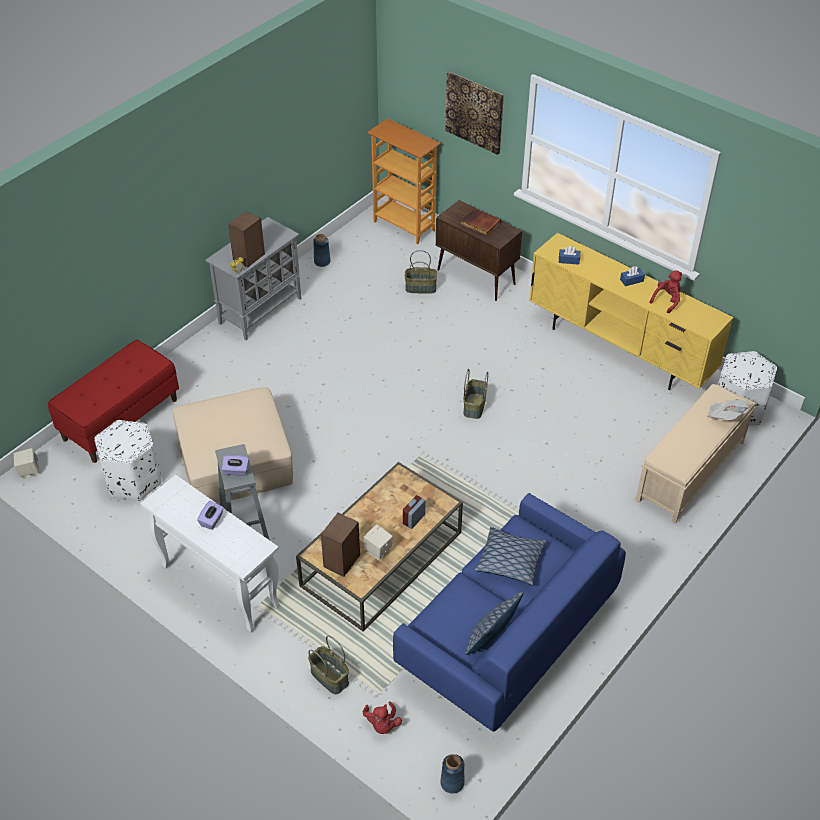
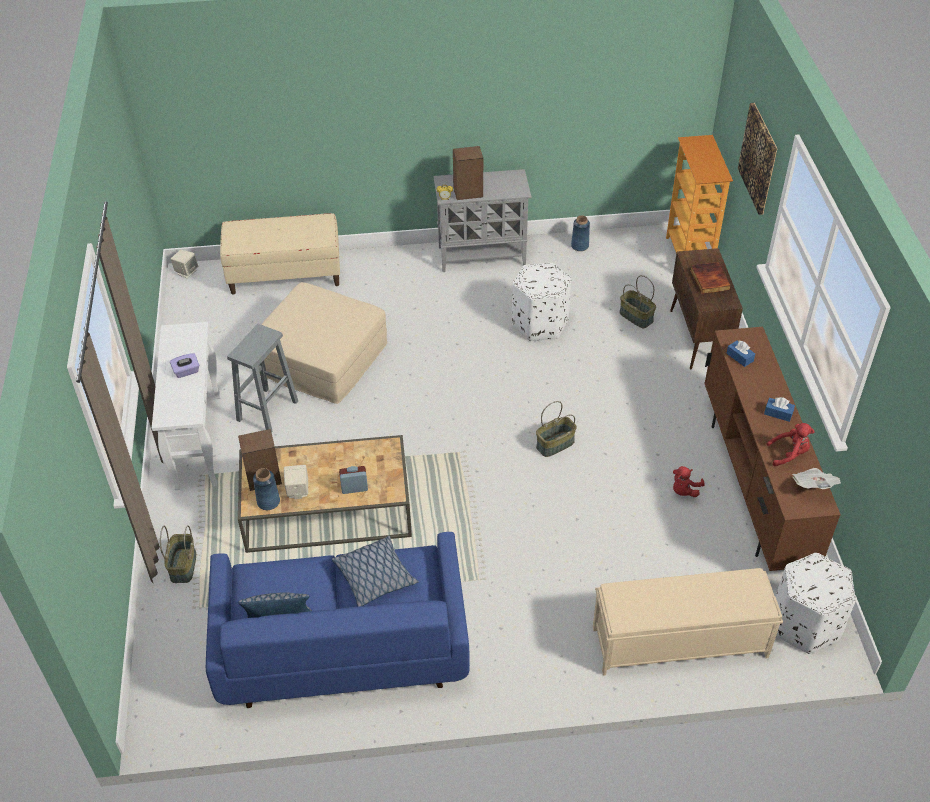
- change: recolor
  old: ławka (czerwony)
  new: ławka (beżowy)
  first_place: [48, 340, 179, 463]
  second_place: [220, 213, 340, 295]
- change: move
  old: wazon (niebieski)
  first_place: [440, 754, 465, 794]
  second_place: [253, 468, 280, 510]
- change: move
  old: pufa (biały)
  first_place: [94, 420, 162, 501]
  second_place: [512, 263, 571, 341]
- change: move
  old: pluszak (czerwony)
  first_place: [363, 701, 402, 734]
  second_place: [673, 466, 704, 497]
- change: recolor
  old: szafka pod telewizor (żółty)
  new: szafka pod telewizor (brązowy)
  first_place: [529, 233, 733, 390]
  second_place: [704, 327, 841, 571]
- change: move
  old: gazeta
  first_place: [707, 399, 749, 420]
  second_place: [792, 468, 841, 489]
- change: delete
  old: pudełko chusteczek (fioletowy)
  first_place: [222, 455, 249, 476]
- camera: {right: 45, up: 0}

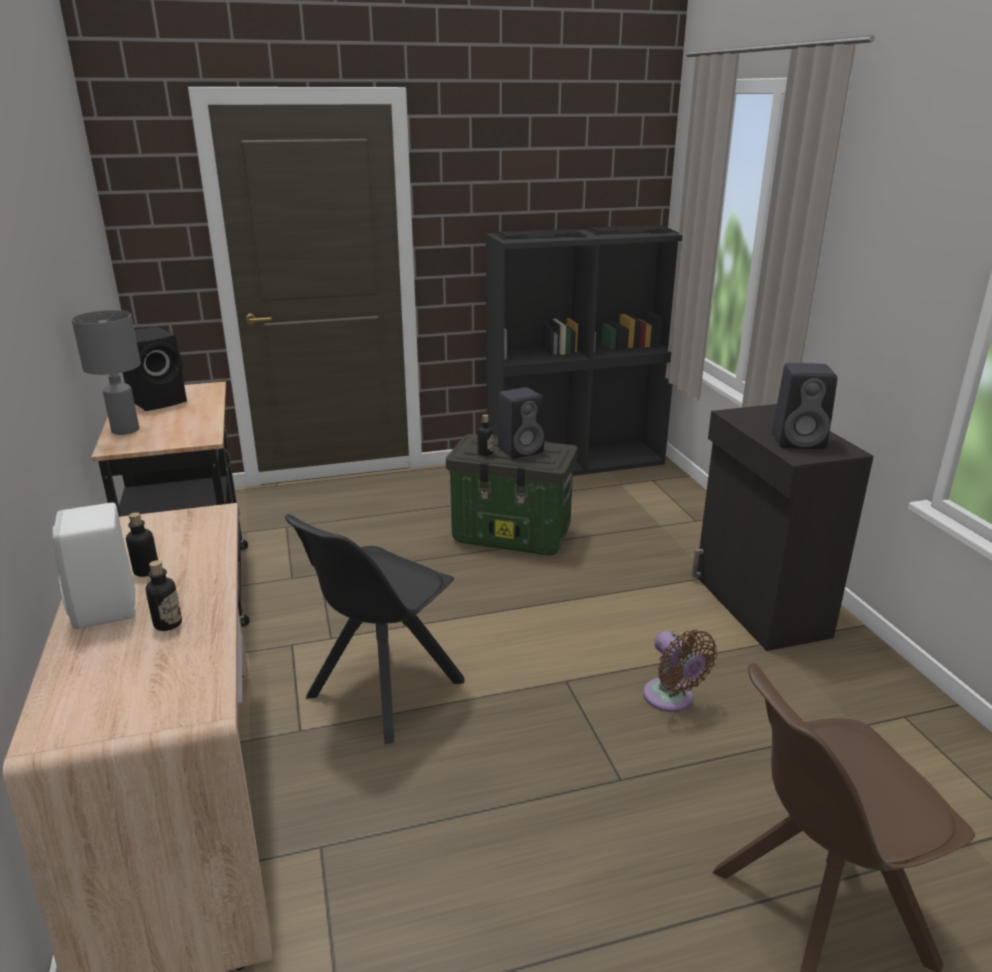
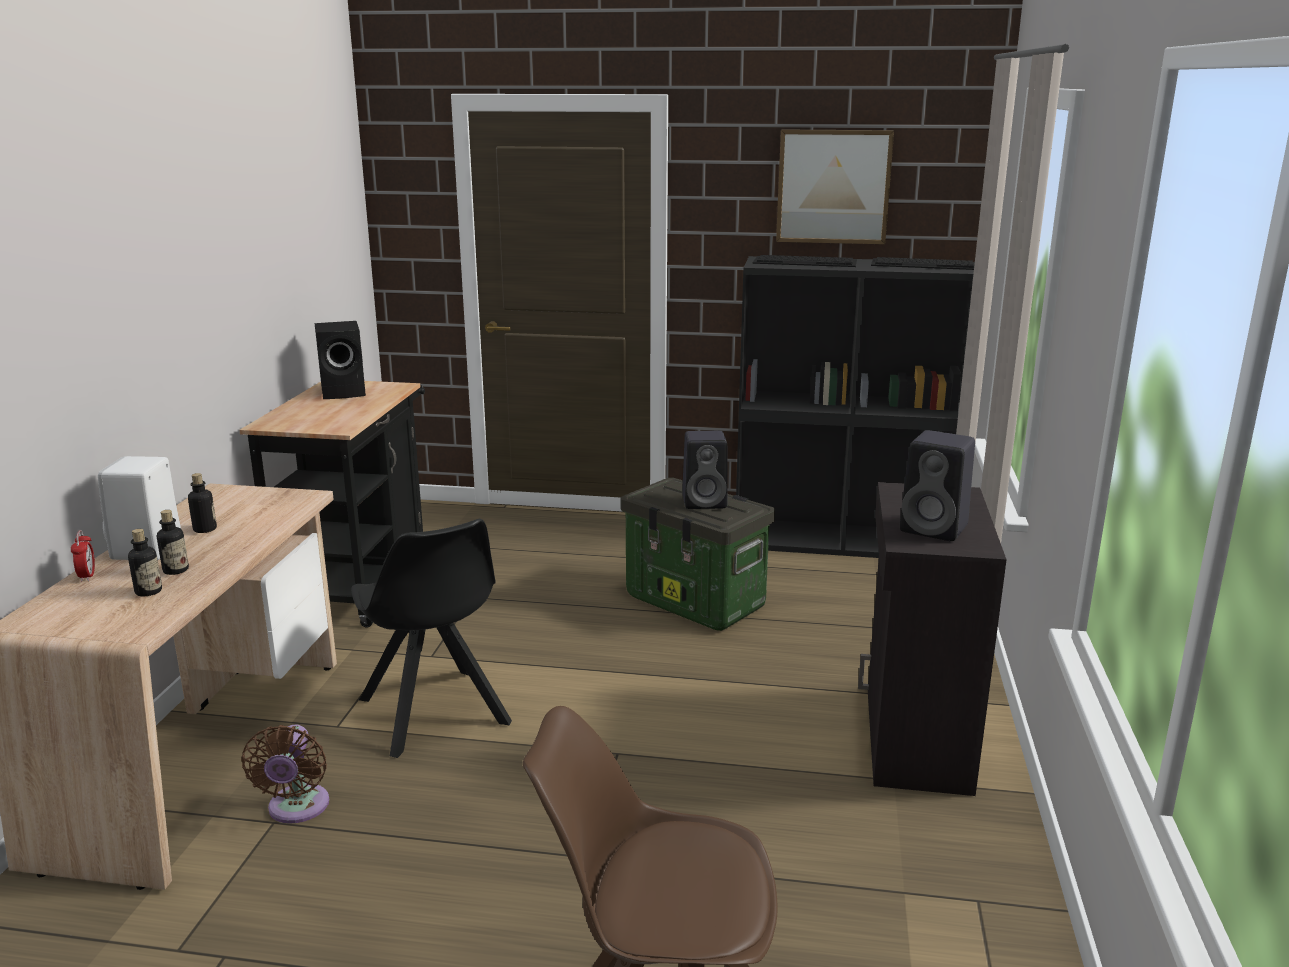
- change: insert
  new: budzik
  second_place: [71, 530, 95, 582]
- change: move
  old: butelka
  first_place: [478, 414, 493, 456]
  second_place: [128, 529, 162, 596]
- change: move
  old: wentylator (brązowy)
  first_place: [643, 630, 717, 712]
  second_place: [241, 725, 329, 823]
- change: rotate
  old: krzesło (czarny)
  first_place: [285, 514, 464, 744]
  second_place: [351, 519, 512, 758]
  degrees: -90
- change: insert
  new: obraz
  second_place: [776, 129, 894, 244]
- change: delete
  old: lampa stołowa (szary)
  first_place: [72, 310, 141, 435]
- camera: {right: 25, up: -5}

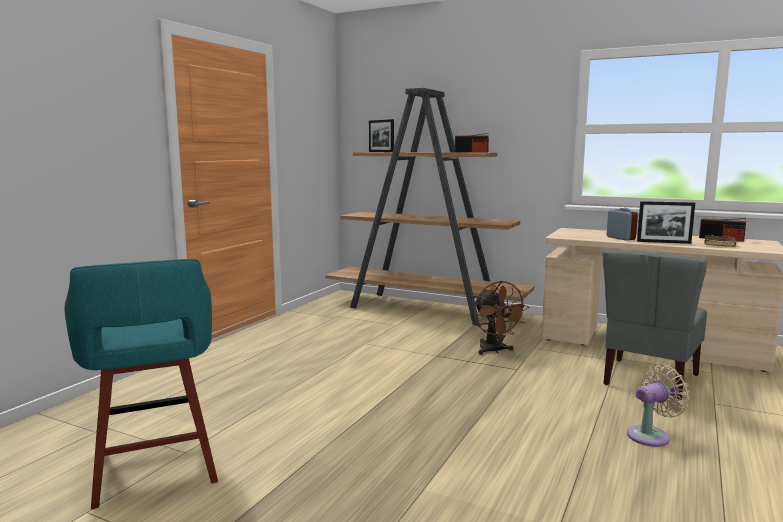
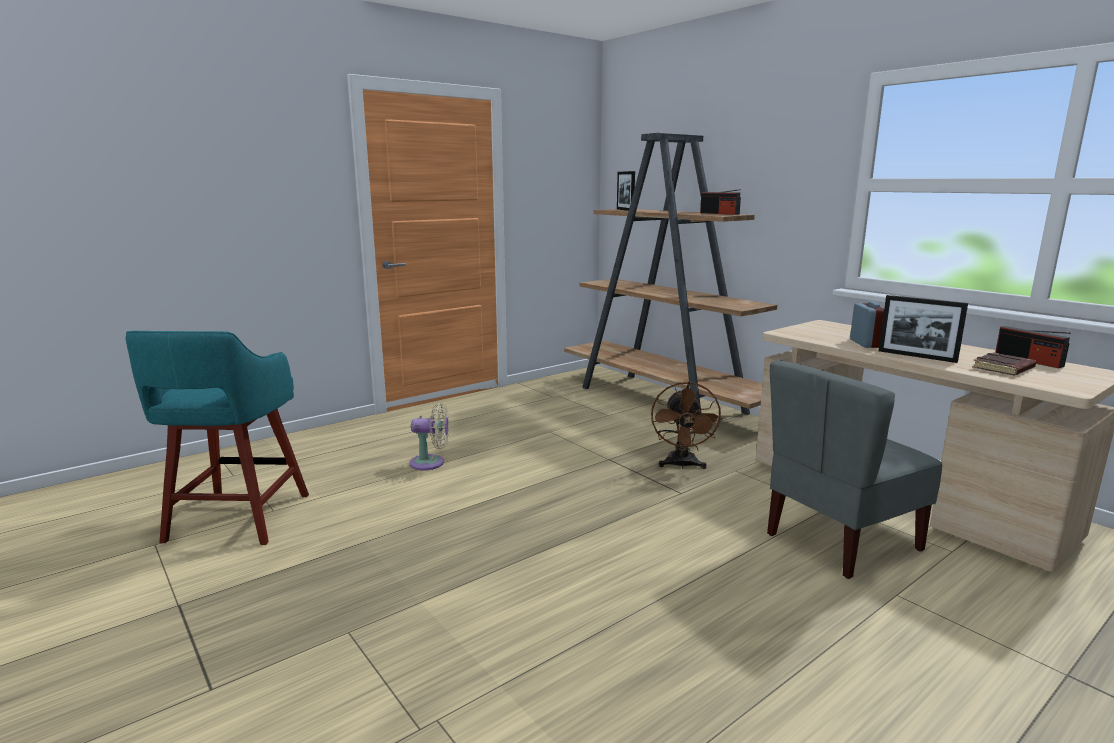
- change: move
  old: wentylator (beżowy)
  first_place: [627, 364, 690, 447]
  second_place: [410, 403, 449, 470]
- camera: {right: 25, up: 5}

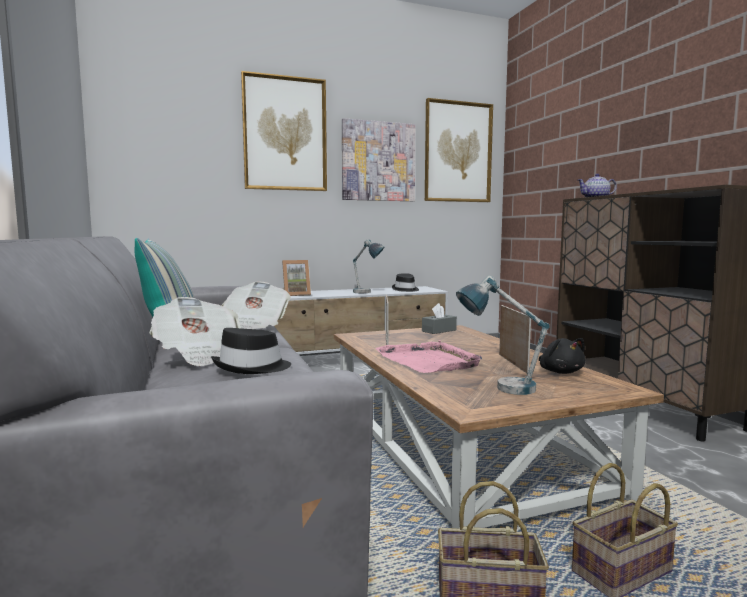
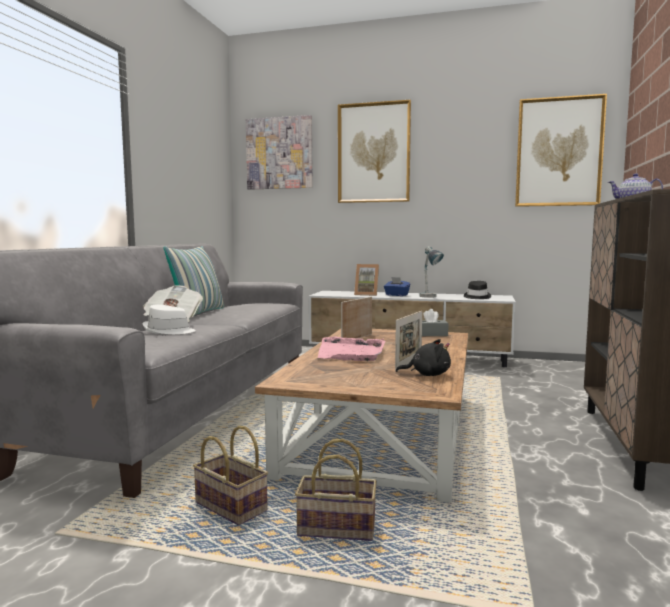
- change: recolor
  old: kapelusz (czarny)
  new: kapelusz (biały)
  first_place: [211, 328, 291, 374]
  second_place: [143, 304, 196, 334]
- change: move
  old: obraz
  first_place: [342, 118, 416, 201]
  second_place: [246, 115, 313, 190]
- change: insert
  new: pudełko chusteczek (niebieski)
  second_place: [384, 277, 410, 296]
- change: rotate
  old: pluszak (czarny)
  first_place: [539, 338, 586, 374]
  second_place: [396, 339, 451, 376]
  degrees: -105
- change: delete
  old: gazeta
  first_place: [222, 281, 291, 329]
- change: delete
  old: lampa stołowa
  first_place: [456, 275, 550, 395]
- camera: {right: 35, up: 0}

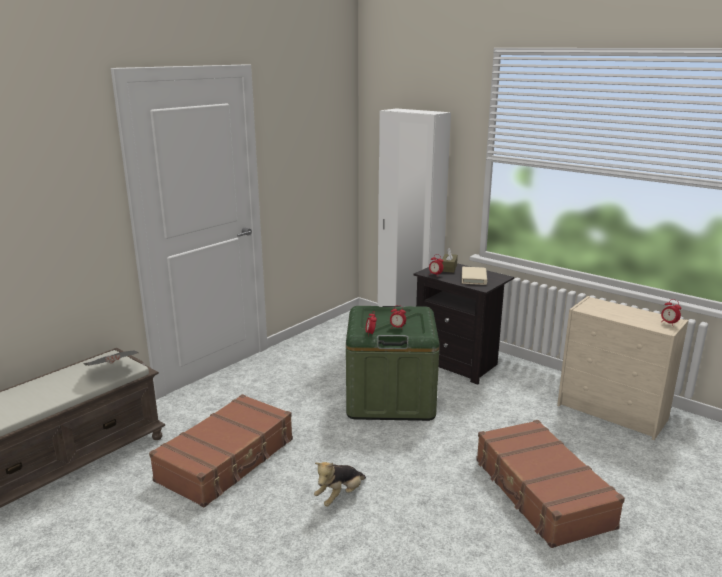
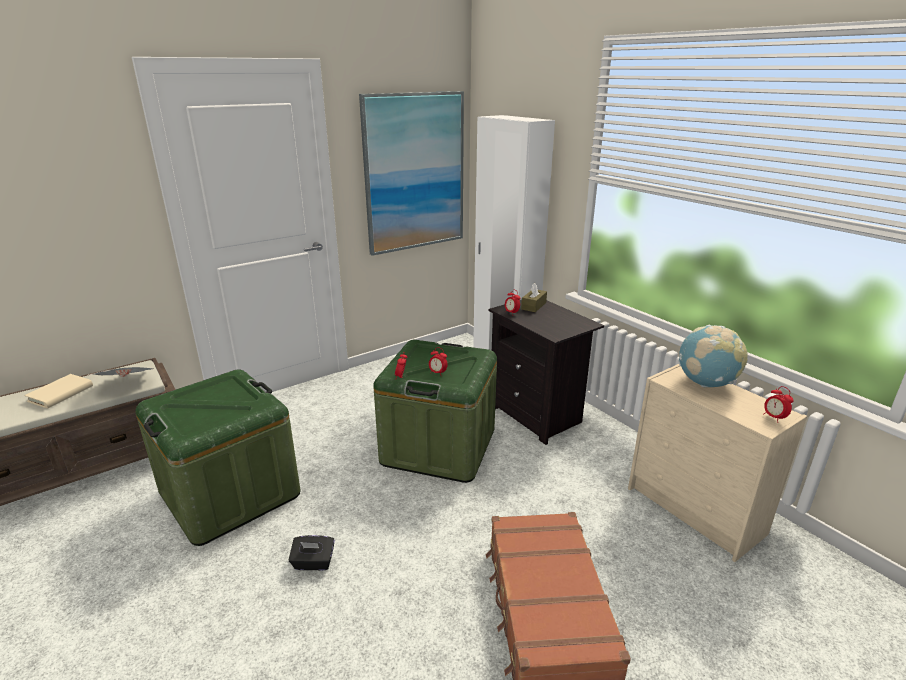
- change: move
  old: książka (beżowy)
  first_place: [462, 267, 487, 285]
  second_place: [24, 374, 93, 409]
- change: replace
  old: walizka (brązowy)
  new: pojemnik do przechowywania (zielony)
  first_place: [149, 394, 293, 507]
  second_place: [135, 369, 300, 546]
- change: replace
  old: pluszak
  new: pudełko chusteczek (czarny)
  first_place: [314, 462, 366, 507]
  second_place: [289, 535, 335, 570]
- change: insert
  new: obraz
  second_place: [359, 91, 464, 256]
- change: insert
  new: globus
  second_place: [678, 325, 747, 387]
- camera: {right: 15, up: 5}

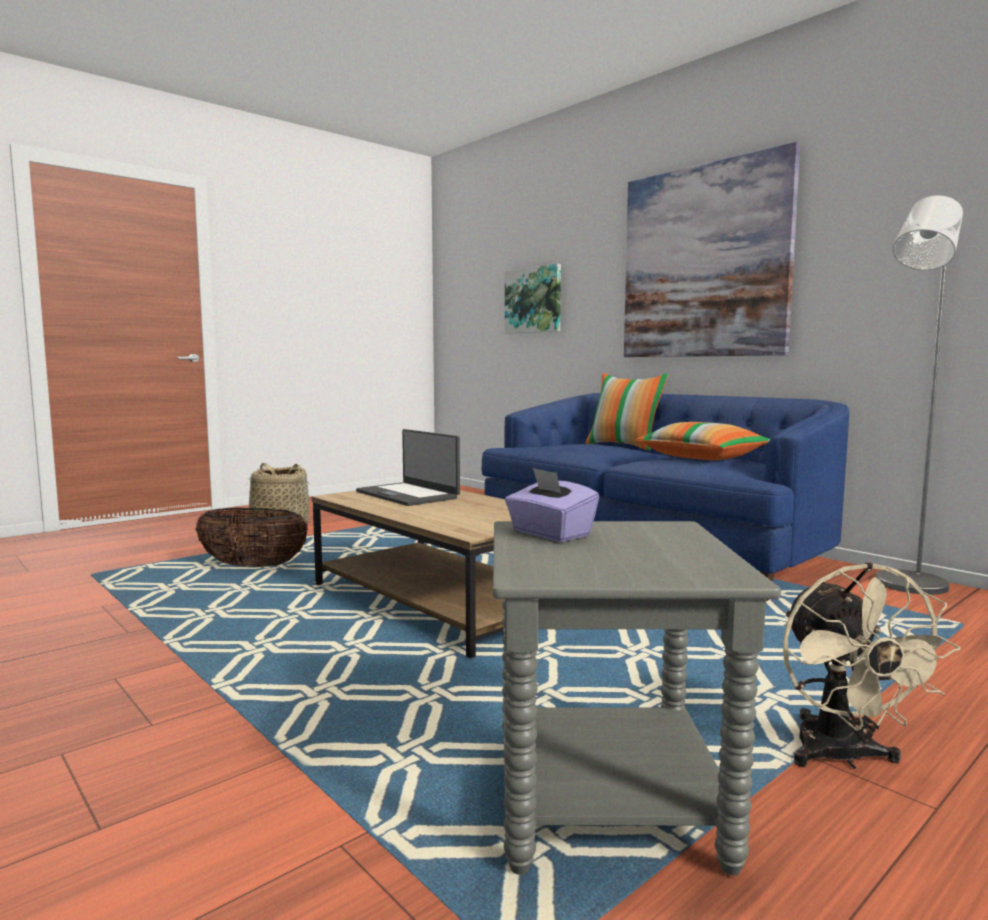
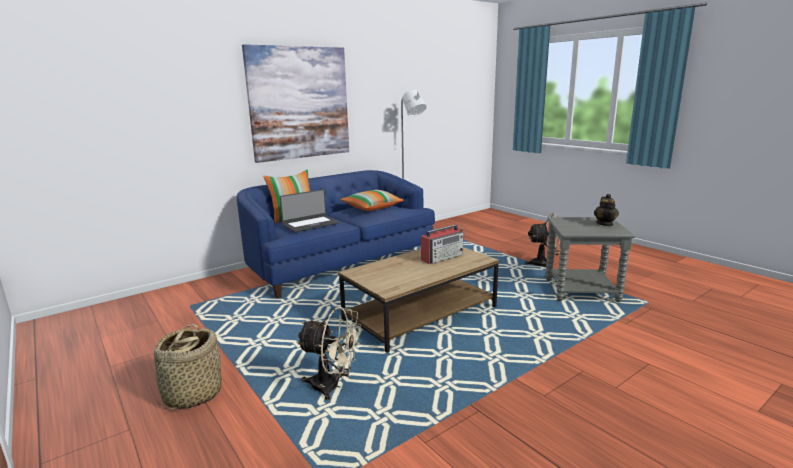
- change: move
  old: laptop
  first_place: [356, 429, 460, 506]
  second_place: [280, 189, 339, 232]
- change: replace
  old: koszyk
  new: wentylator (beżowy)
  first_place: [195, 508, 308, 568]
  second_place: [296, 306, 361, 400]
- change: insert
  new: radio
  second_place: [421, 224, 464, 264]
- change: insert
  new: imbryk
  second_place: [594, 194, 619, 226]
- change: delete
  old: obraz
  first_place: [505, 264, 561, 334]
- change: delete
  old: pudełko chusteczek (fioletowy)
  first_place: [505, 468, 599, 542]
- camera: {right: -85, up: 10}

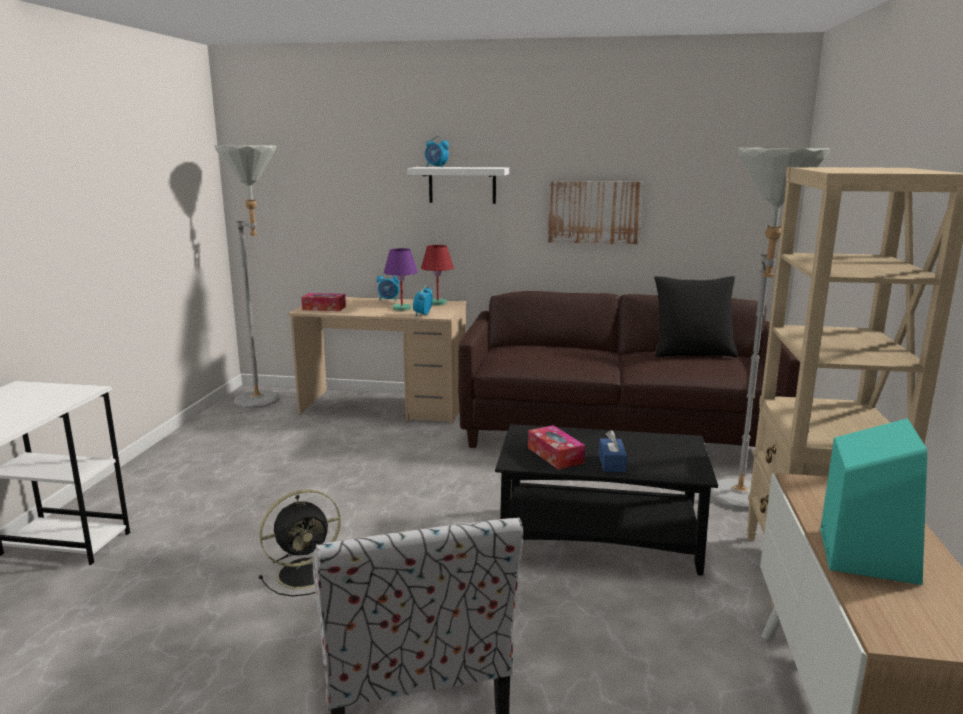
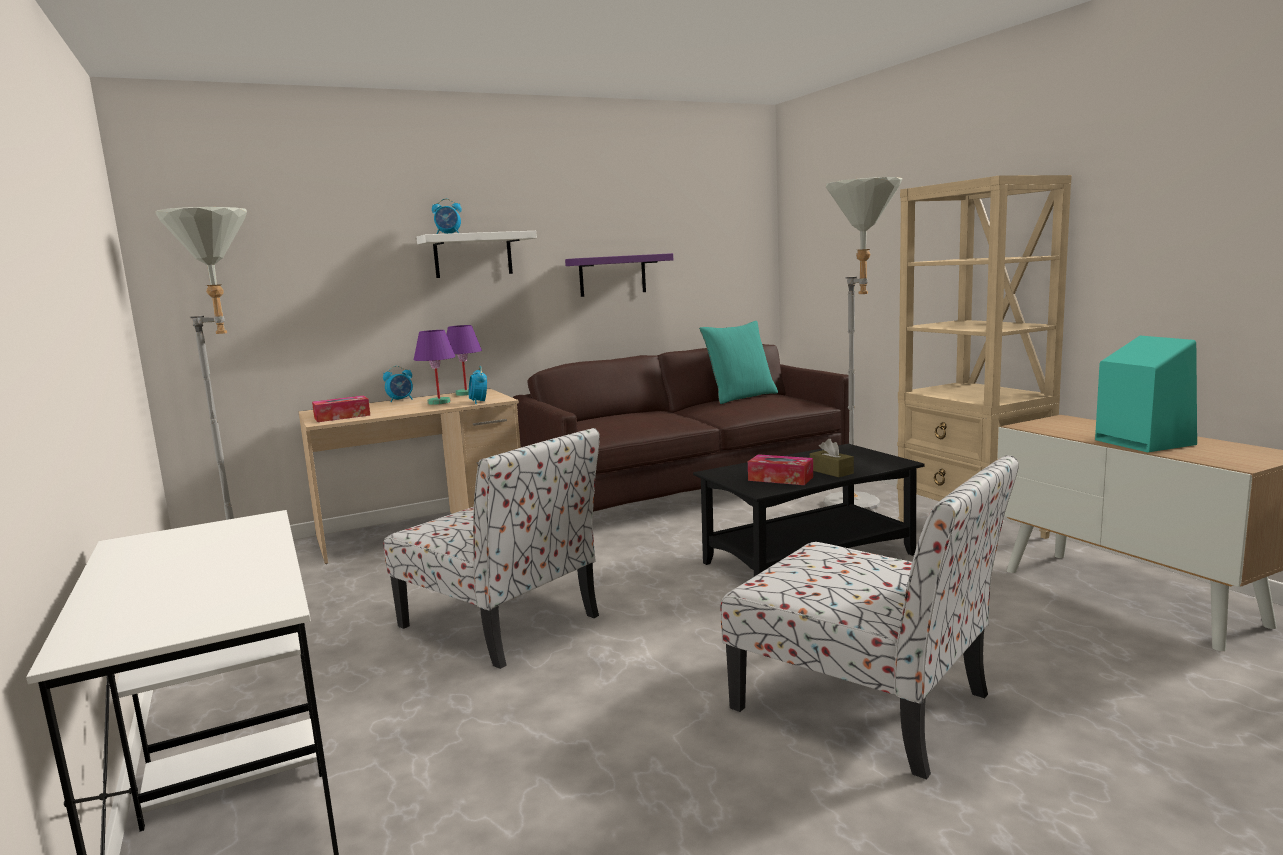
- change: insert
  new: krzesło
  second_place: [384, 428, 600, 669]
- change: recolor
  old: lampa stołowa (czerwony)
  new: lampa stołowa (fioletowy)
  first_place: [421, 245, 454, 305]
  second_place: [446, 325, 482, 396]
- change: replace
  old: obraz
  new: półka (fioletowy)
  first_place: [548, 181, 643, 244]
  second_place: [565, 253, 673, 297]
- change: recolor
  old: poduszka (czarny)
  new: poduszka (turkusowy)
  first_place: [654, 276, 738, 357]
  second_place: [699, 321, 778, 404]
- change: recolor
  old: pudełko chusteczek (niebieski)
  new: pudełko chusteczek (brązowy)
  first_place: [599, 430, 627, 472]
  second_place: [810, 439, 854, 477]
- change: delete
  old: wentylator (czarny)
  first_place: [259, 489, 341, 596]
- camera: {right: -35, up: -5}

